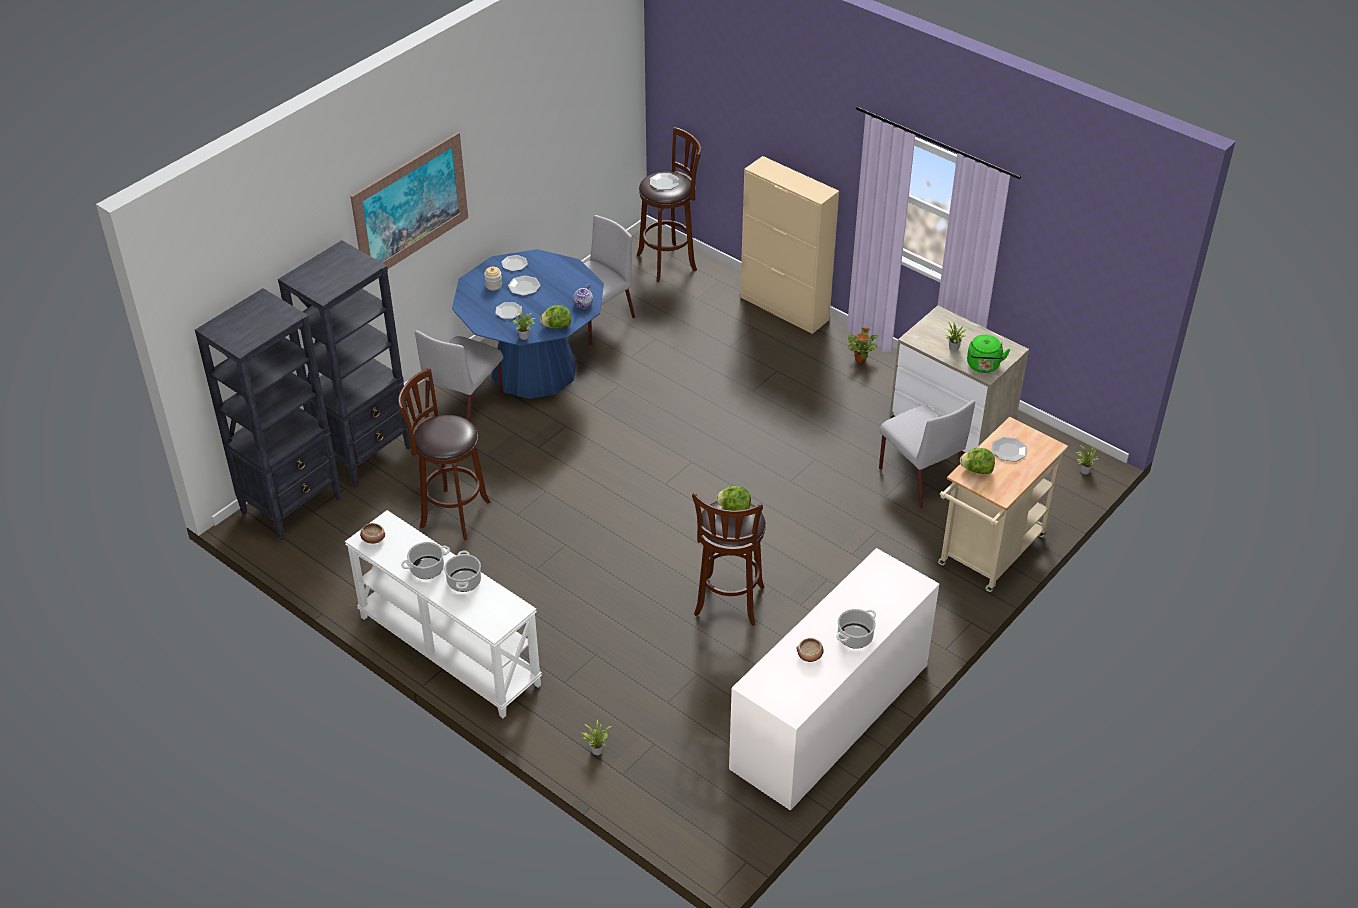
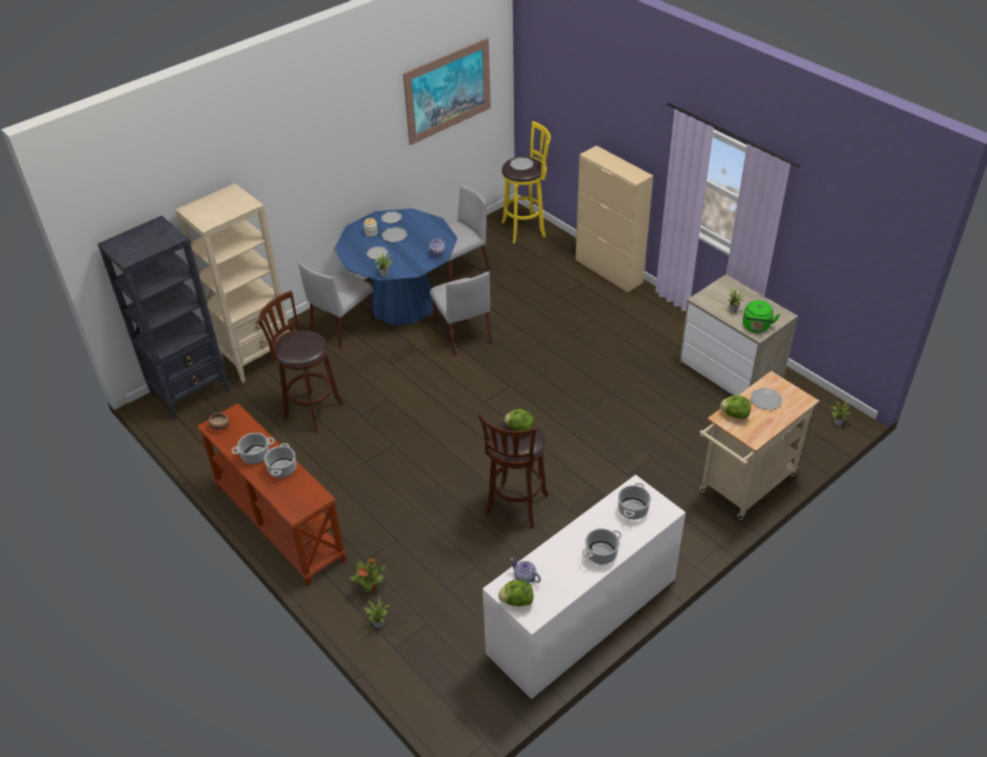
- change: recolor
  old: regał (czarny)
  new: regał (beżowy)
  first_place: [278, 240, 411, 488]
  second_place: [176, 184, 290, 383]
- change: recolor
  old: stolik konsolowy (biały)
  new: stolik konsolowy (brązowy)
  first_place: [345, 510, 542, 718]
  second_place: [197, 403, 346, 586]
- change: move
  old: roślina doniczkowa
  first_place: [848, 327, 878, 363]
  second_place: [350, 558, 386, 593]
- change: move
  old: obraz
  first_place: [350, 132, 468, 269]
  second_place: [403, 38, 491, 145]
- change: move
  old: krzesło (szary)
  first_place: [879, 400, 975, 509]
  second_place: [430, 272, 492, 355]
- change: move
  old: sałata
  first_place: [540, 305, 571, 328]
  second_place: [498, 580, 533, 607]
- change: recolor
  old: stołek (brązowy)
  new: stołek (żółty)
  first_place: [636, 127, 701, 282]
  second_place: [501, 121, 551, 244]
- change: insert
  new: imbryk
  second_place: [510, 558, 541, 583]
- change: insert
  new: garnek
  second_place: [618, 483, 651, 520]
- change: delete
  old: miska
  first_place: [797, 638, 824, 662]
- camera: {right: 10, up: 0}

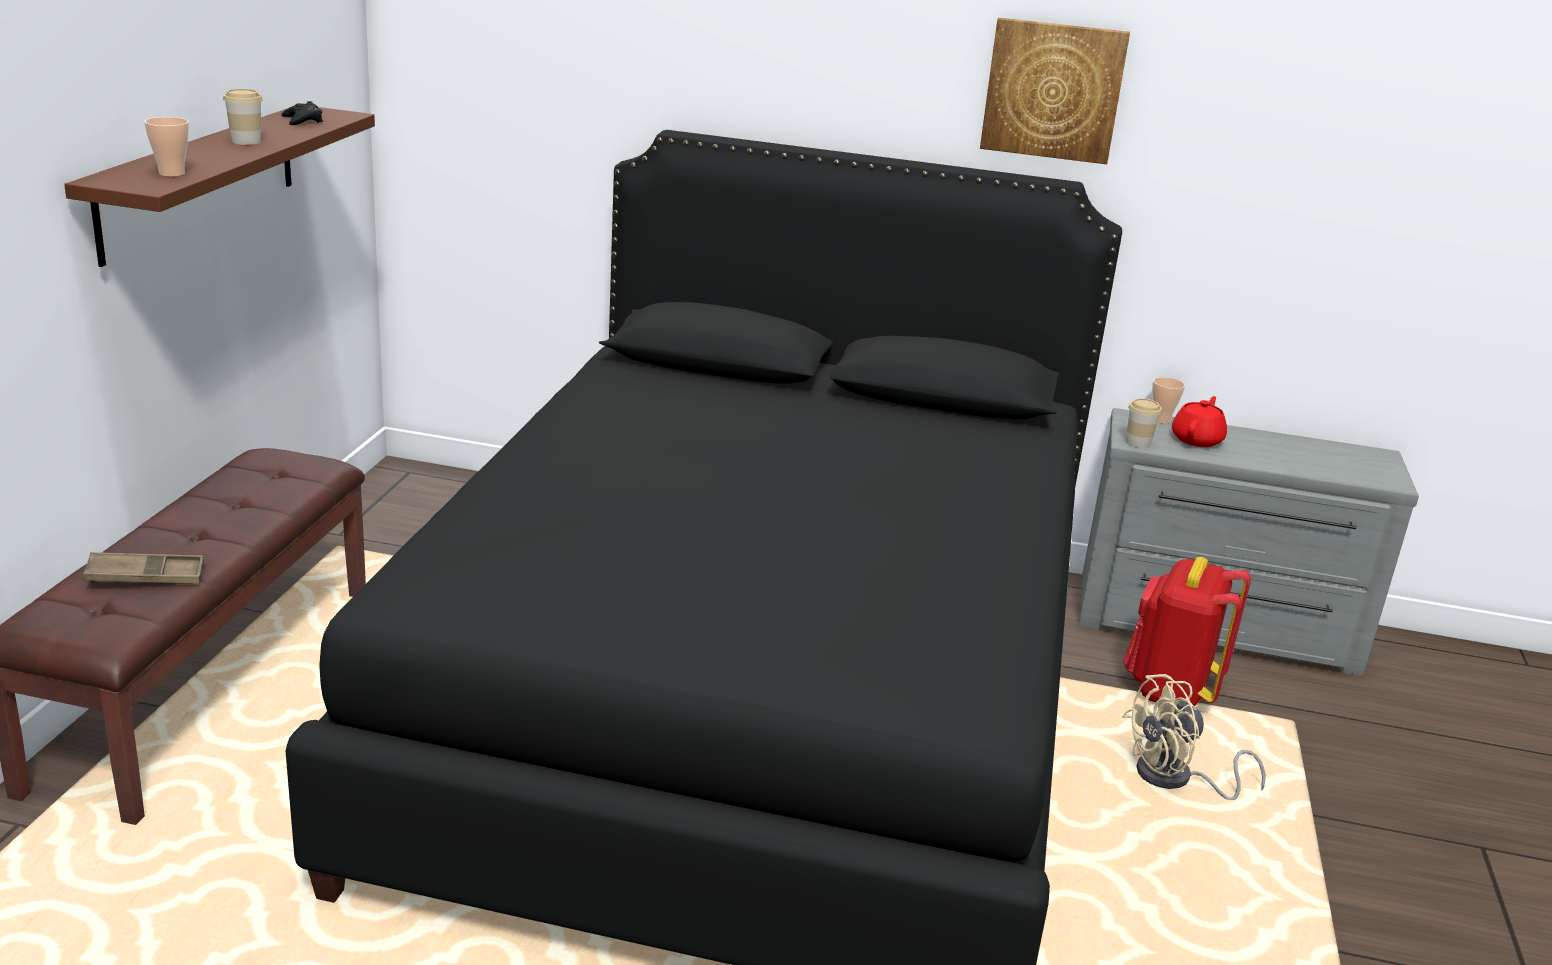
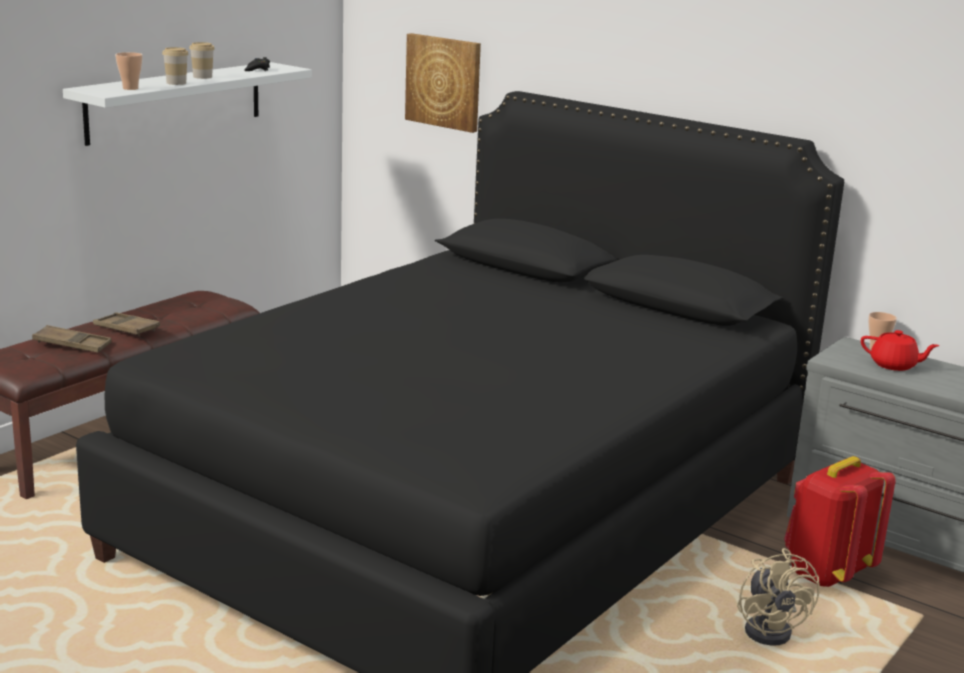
- change: recolor
  old: półka (brązowy)
  new: półka (biały)
  first_place: [64, 107, 375, 267]
  second_place: [63, 62, 312, 146]
- change: insert
  new: taca (brązowy)
  second_place: [93, 312, 160, 336]
- change: move
  old: filiżanka
  first_place: [1126, 398, 1162, 448]
  second_place: [162, 47, 189, 85]
- change: move
  old: obraz
  first_place: [980, 18, 1130, 164]
  second_place: [405, 33, 481, 133]
- change: rotate
  old: wentylator (beżowy)
  first_place: [1122, 674, 1266, 800]
  second_place: [737, 548, 820, 646]
  degrees: -105
- change: rotate
  old: imbryk (czerwony)
  first_place: [1172, 396, 1227, 447]
  second_place: [861, 330, 939, 371]
  degrees: 60
- camera: {right: 25, up: -5}

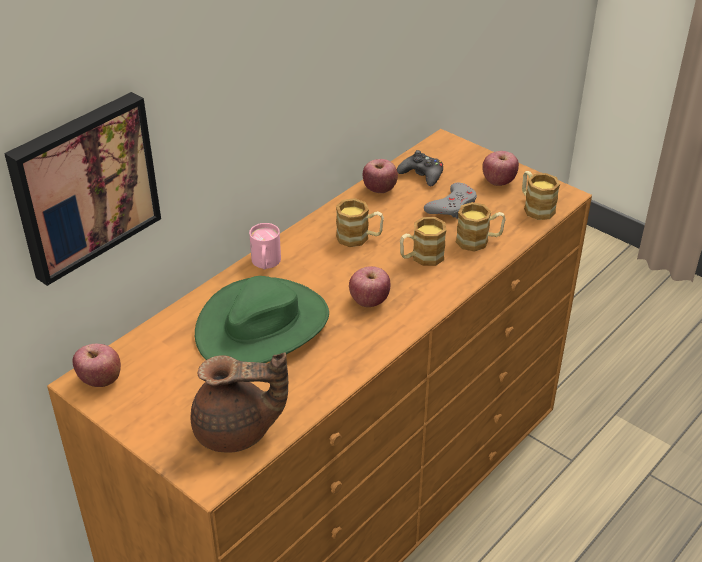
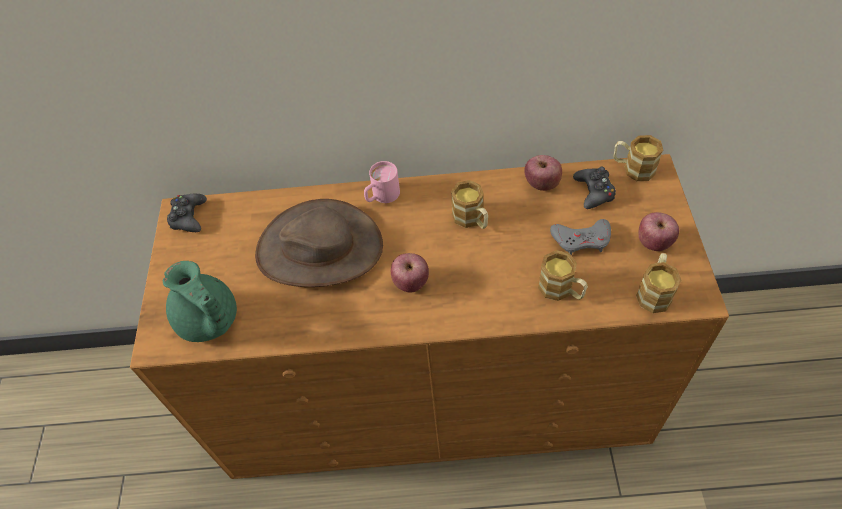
- change: recolor
  old: imbryk (brązowy)
  new: imbryk (zielony)
  first_place: [191, 353, 288, 453]
  second_place: [163, 261, 237, 342]
- change: replace
  old: jabłko
  new: pad do gier (czarny)
  first_place: [73, 344, 121, 387]
  second_place: [167, 194, 207, 232]
- change: recolor
  old: kapelusz (zielony)
  new: kapelusz (brązowy)
  first_place: [195, 276, 329, 363]
  second_place: [255, 199, 383, 287]
- change: move
  old: kubek
  first_place: [400, 217, 446, 266]
  second_place: [613, 135, 663, 181]
- change: delete
  old: obraz
  first_place: [4, 92, 161, 286]
- camera: {right: 50, up: 15}

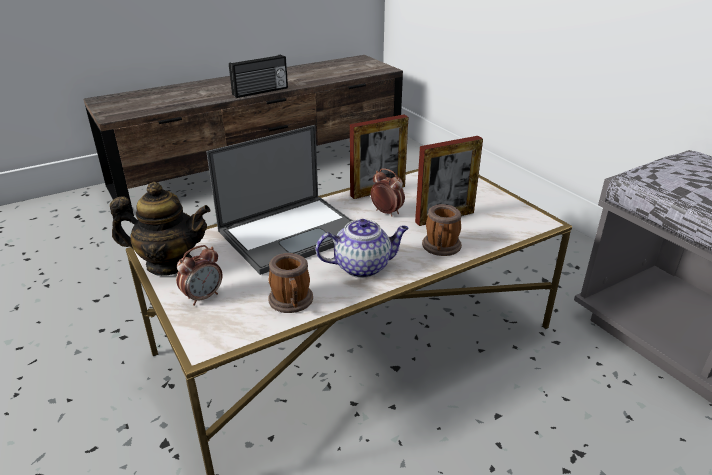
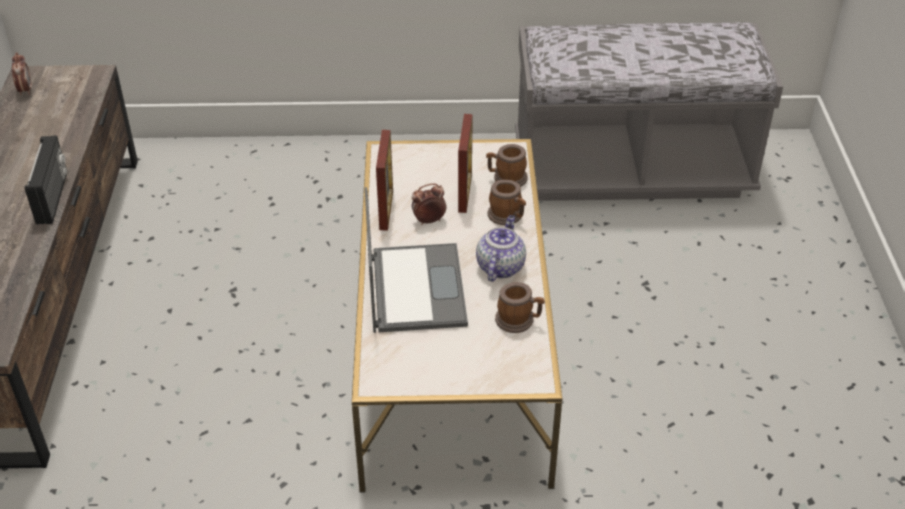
- change: move
  old: budzik
  first_place: [176, 245, 222, 306]
  second_place: [11, 53, 32, 95]
- change: insert
  new: kubek
  second_place: [486, 144, 528, 187]
- change: delete
  old: imbryk
  first_place: [110, 182, 210, 276]
- camera: {right: -60, up: 10}

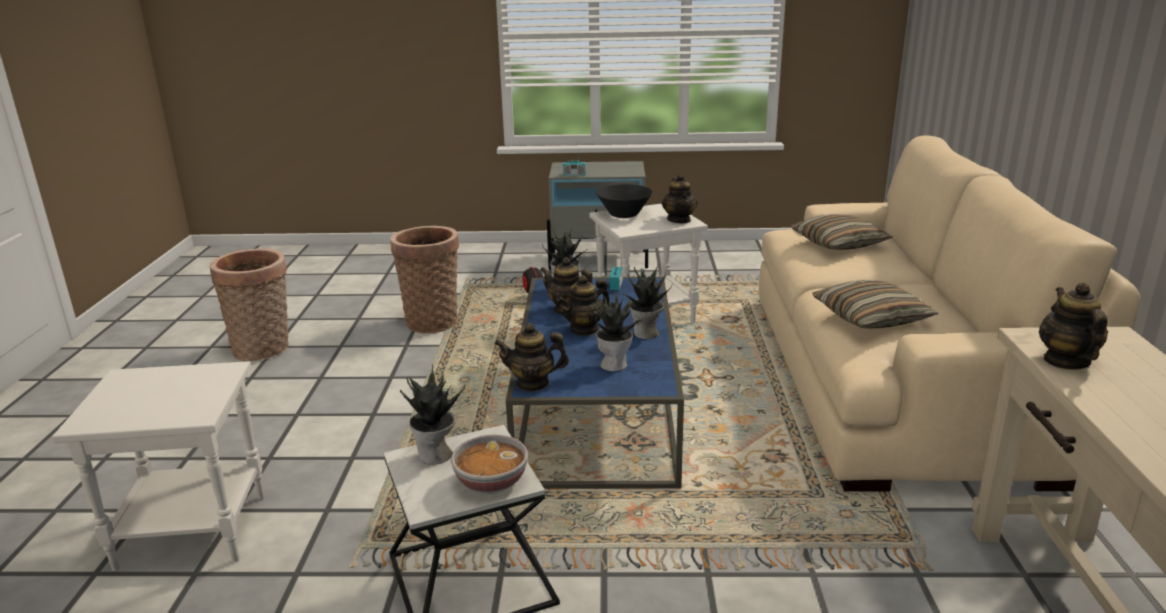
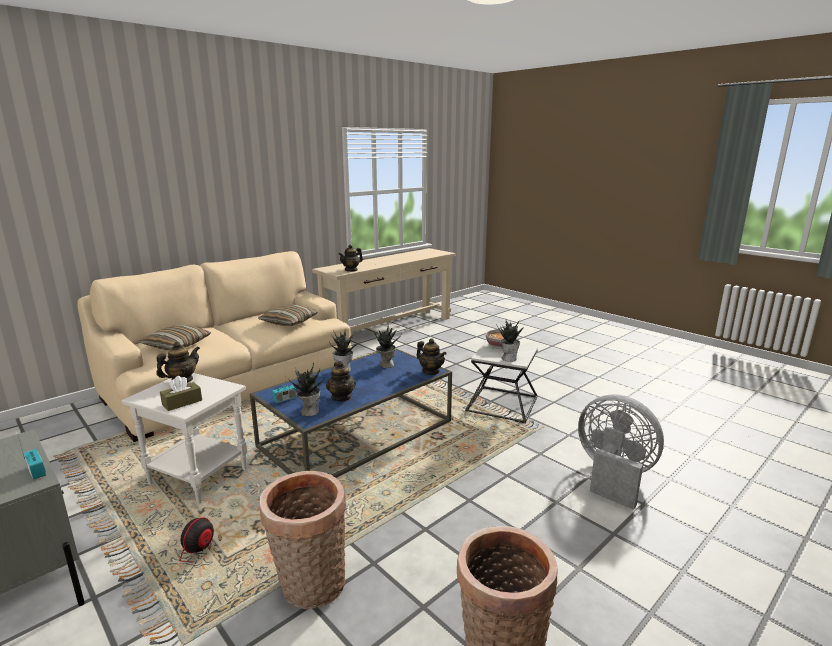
- change: replace
  old: miska (czarny)
  new: pudełko chusteczek (brązowy)
  first_place: [596, 184, 653, 218]
  second_place: [160, 376, 202, 411]
- change: replace
  old: stolik (biały)
  new: wentylator (szary)
  first_place: [52, 361, 264, 571]
  second_place: [578, 394, 664, 510]
- change: delete
  old: imbryk
  first_place: [557, 275, 610, 336]
- camera: {right: -135, up: -5}

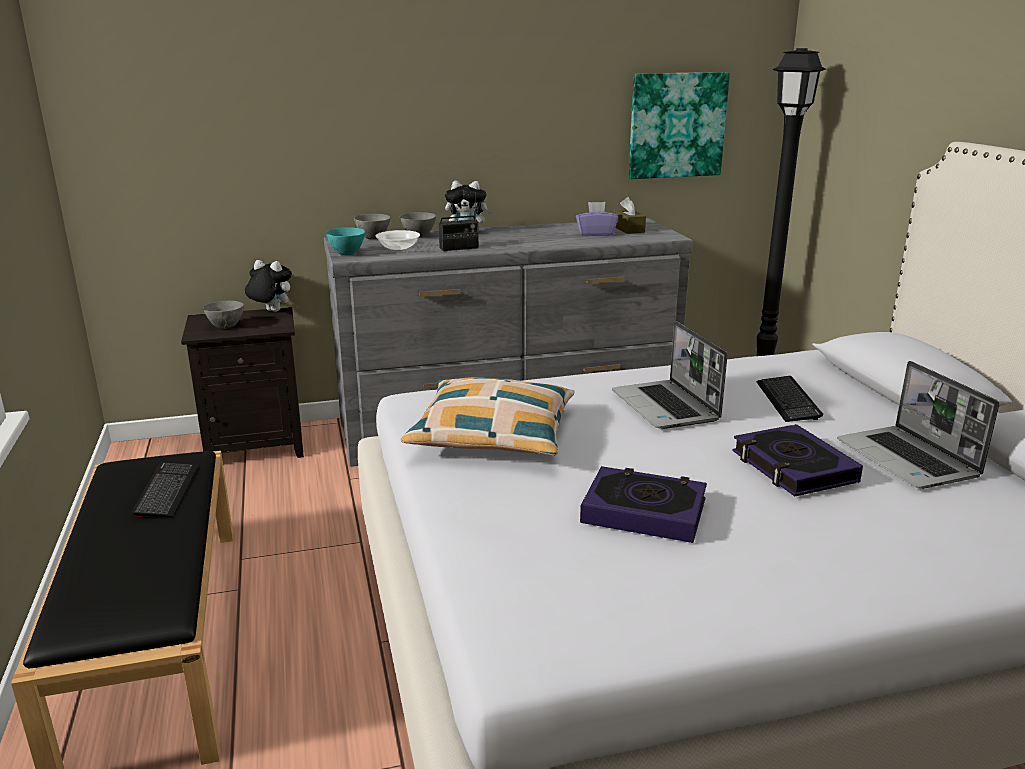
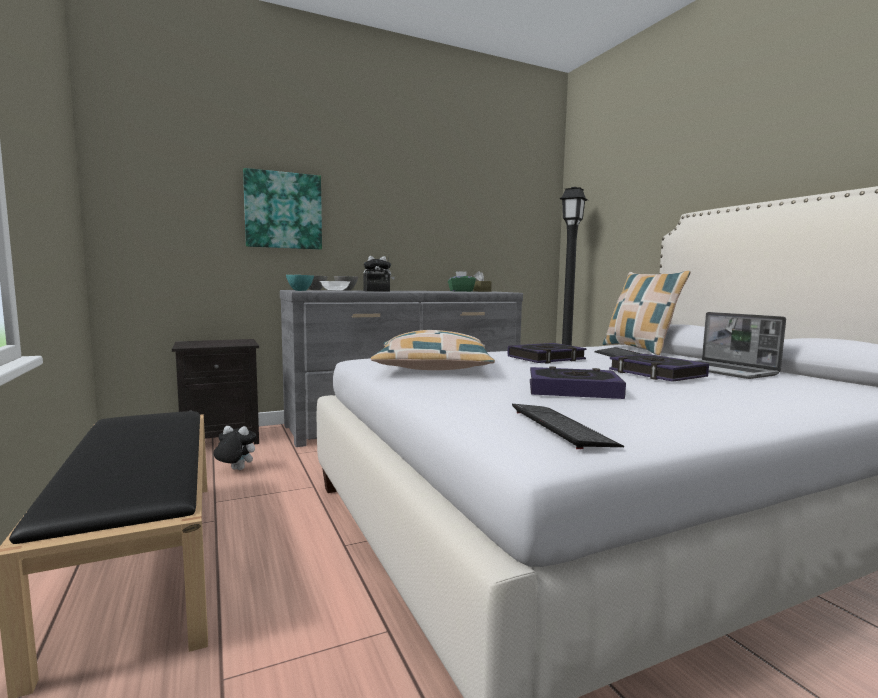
- change: move
  old: pluszak
  first_place: [245, 260, 292, 312]
  second_place: [214, 426, 257, 470]
- change: move
  old: obraz
  first_place: [628, 72, 730, 179]
  second_place: [243, 168, 322, 250]
- change: recolor
  old: pudełko chusteczek (fioletowy)
  new: pudełko chusteczek (zielony)
  first_place: [576, 202, 618, 236]
  second_place: [448, 271, 476, 292]
- change: replace
  old: laptop
  new: książka
  first_place: [612, 321, 728, 429]
  second_place: [508, 343, 587, 364]
- change: move
  old: klawiatura
  first_place: [132, 462, 198, 517]
  second_place: [512, 404, 624, 449]
- change: insert
  new: poduszka
  second_place: [603, 271, 691, 355]
- change: delete
  old: miska (szary)
  first_place: [203, 300, 244, 329]
- camera: {right: -10, up: -15}

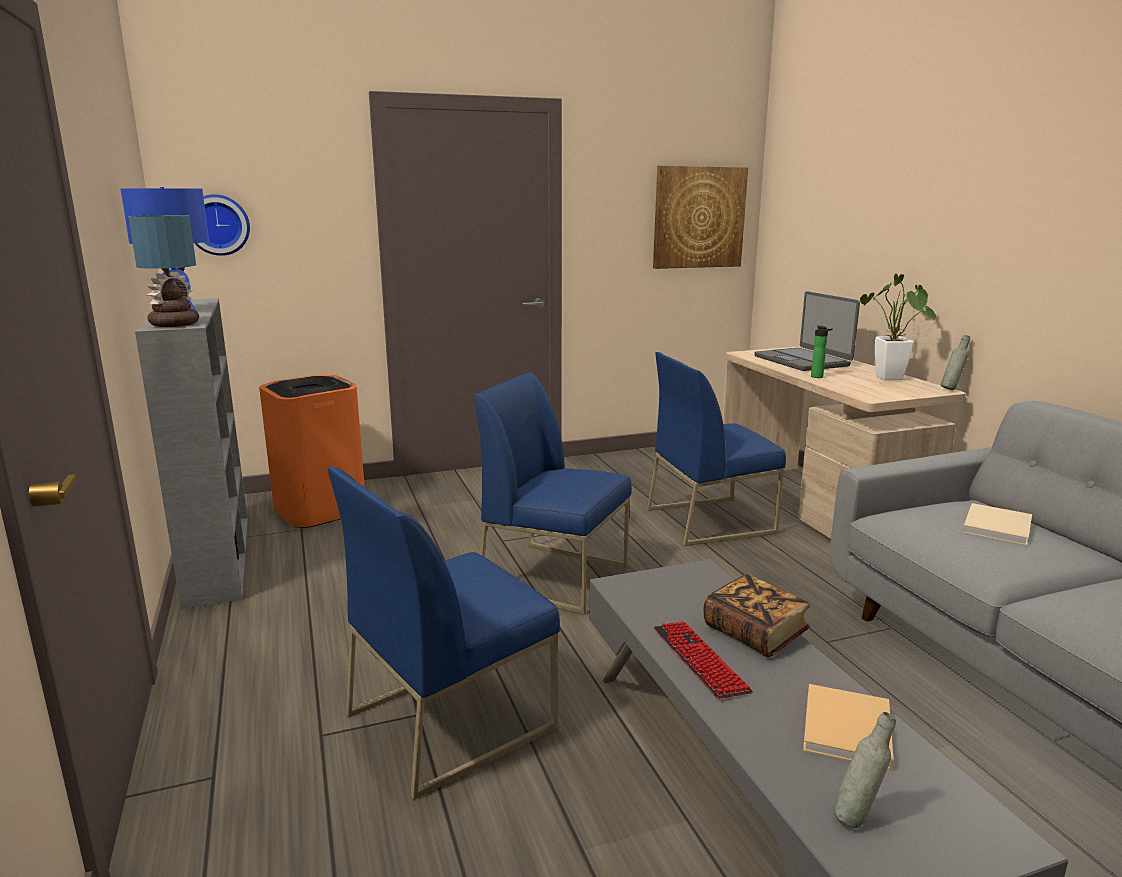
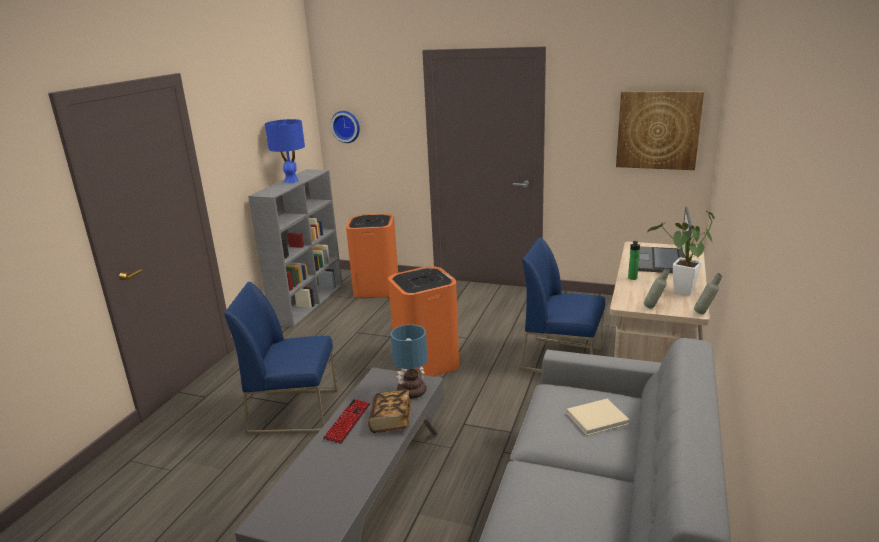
- change: replace
  old: krzesło (niebieski)
  new: kosz na śmieci (pomarańczowy)
  first_place: [474, 372, 631, 615]
  second_place: [388, 266, 459, 377]
- change: move
  old: lampa stołowa
  first_place: [128, 215, 199, 327]
  second_place: [391, 324, 428, 399]
- change: move
  old: butelka (szary)
  first_place: [832, 712, 896, 828]
  second_place: [644, 269, 670, 309]
- change: delete
  old: książka (beżowy)
  first_place: [803, 684, 894, 770]
- camera: {right: 40, up: 5}

